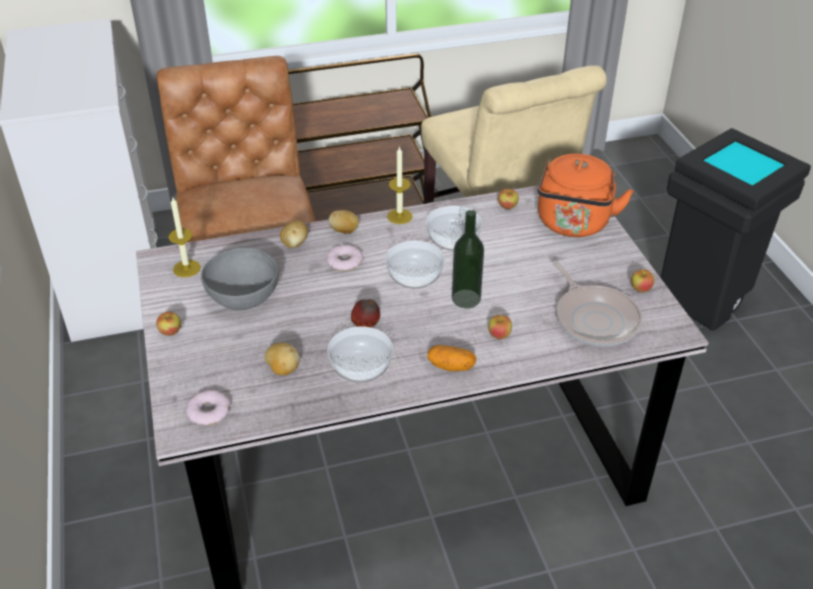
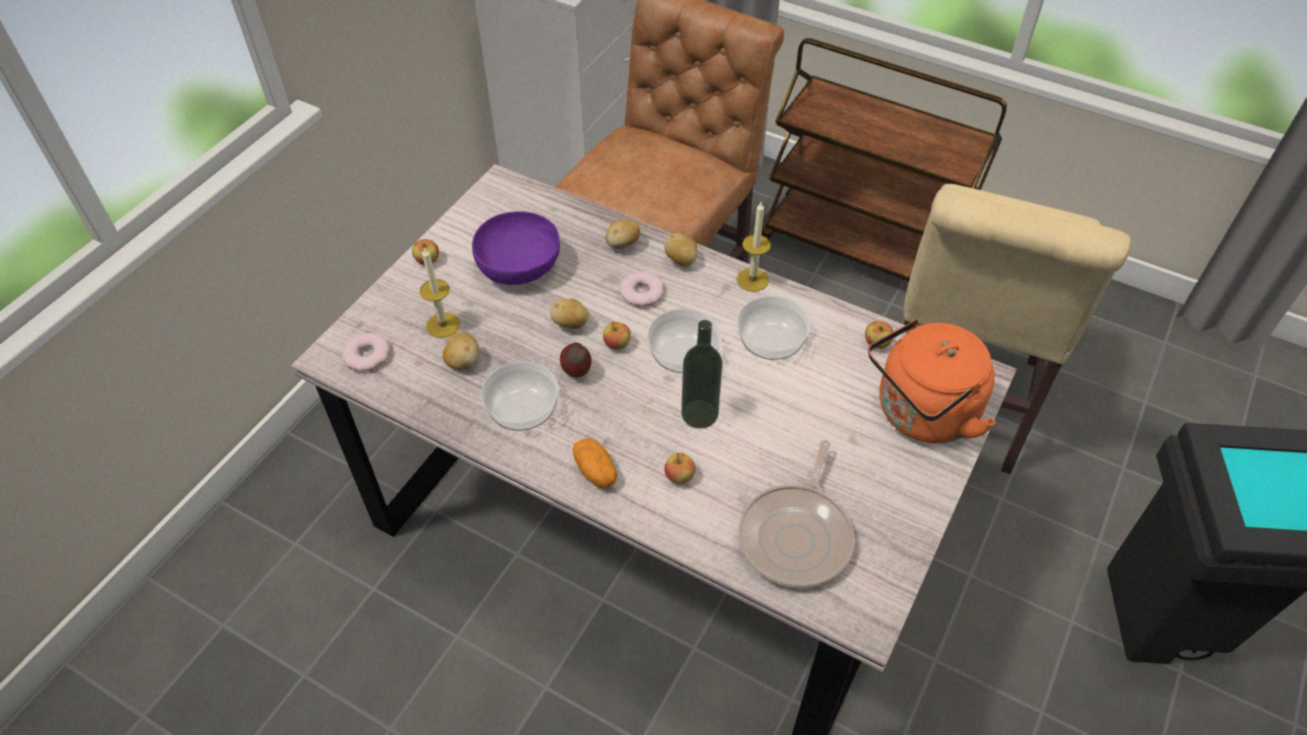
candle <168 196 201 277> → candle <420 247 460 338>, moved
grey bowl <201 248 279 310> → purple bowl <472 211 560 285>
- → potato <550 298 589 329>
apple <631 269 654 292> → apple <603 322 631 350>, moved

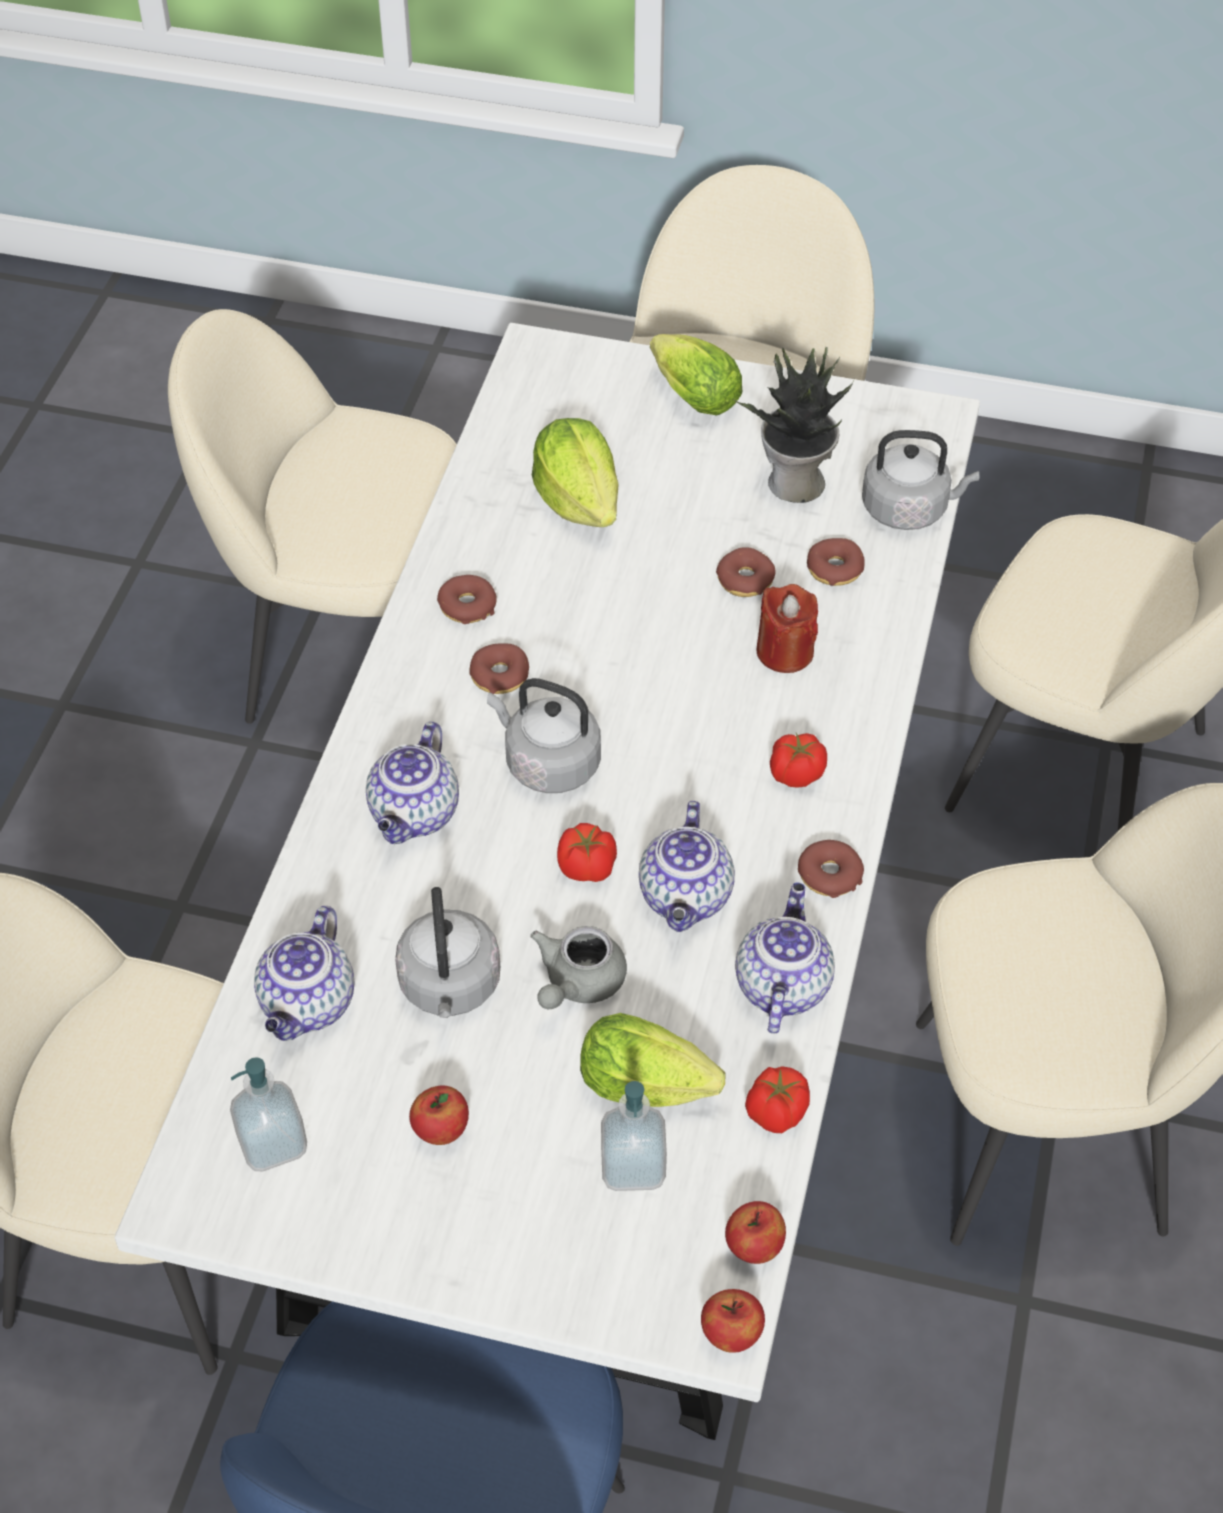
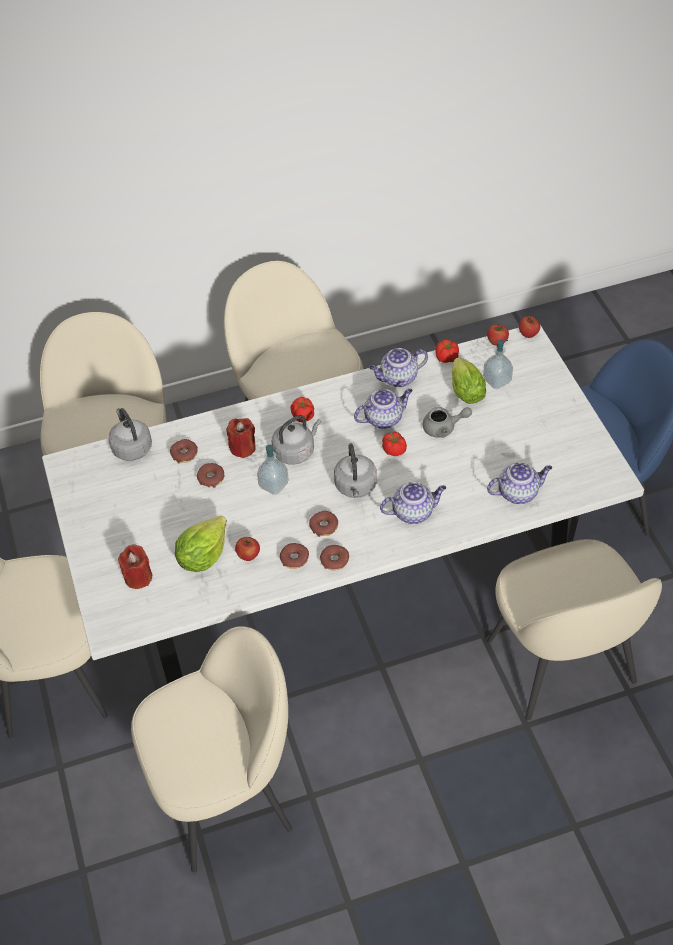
- → red candle <118 545 152 589>
beige chair <168 309 457 724> → beige chair <131 626 292 873>, 90 degrees counterclockwise
apple <409 1086 469 1145> → apple <235 537 260 561>, moved
soap dispenser <230 1057 307 1171> → soap dispenser <257 445 289 495>, moved
grey kettle <395 887 500 1018> → grey kettle <271 415 321 465>, moved
donut <798 840 864 898> → donut <320 545 349 571>, moved
lettuce <650 334 743 415> → -
potted plant <733 347 854 503> → -

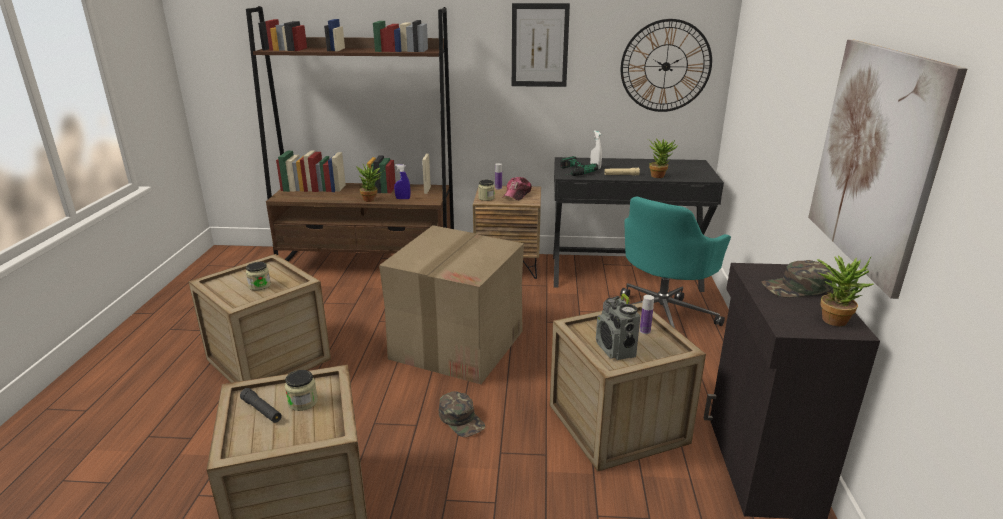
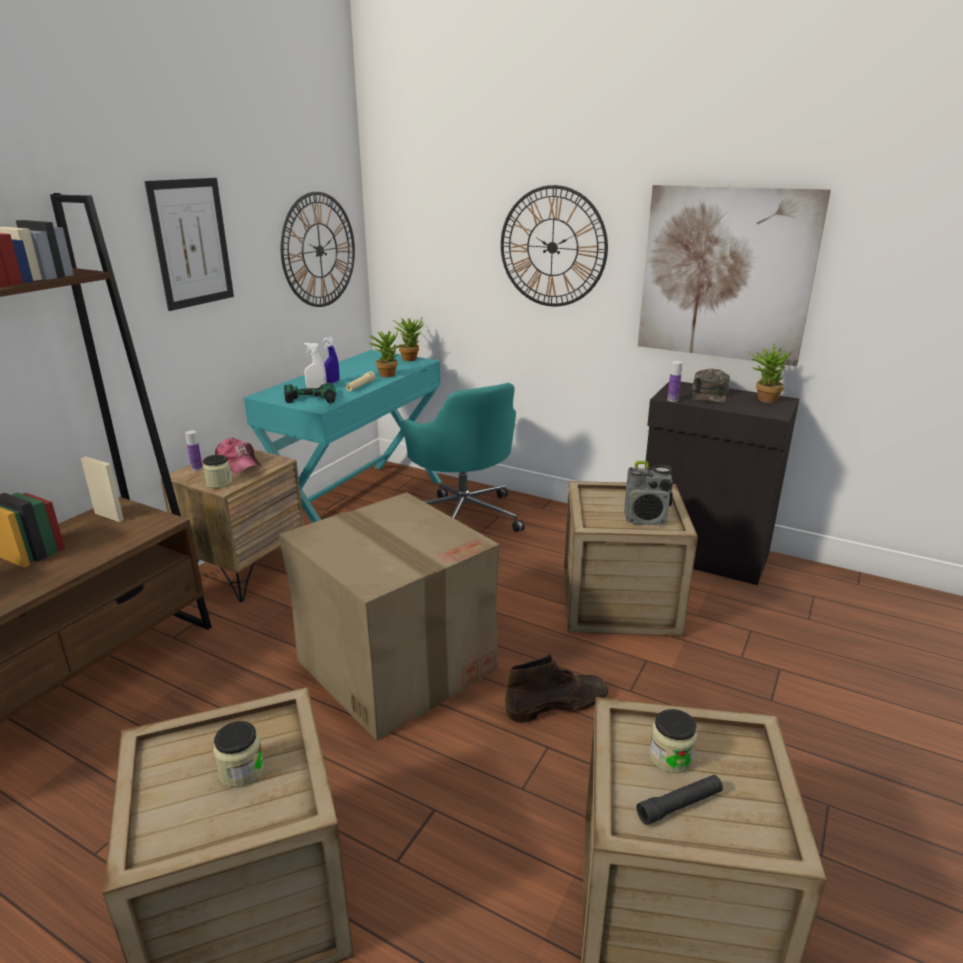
black desk <553 157 724 292> → turquoise desk <244 350 442 523>
blue spray bottle <394 164 410 199> → blue spray bottle <323 336 339 384>, moved
potted plant <356 164 385 202> → potted plant <393 317 424 361>, moved
- → wall clock <501 185 608 307>
green cap <439 391 485 437> → brown boot <505 653 608 723>
bottle <640 295 654 334> → bottle <667 361 682 402>, moved

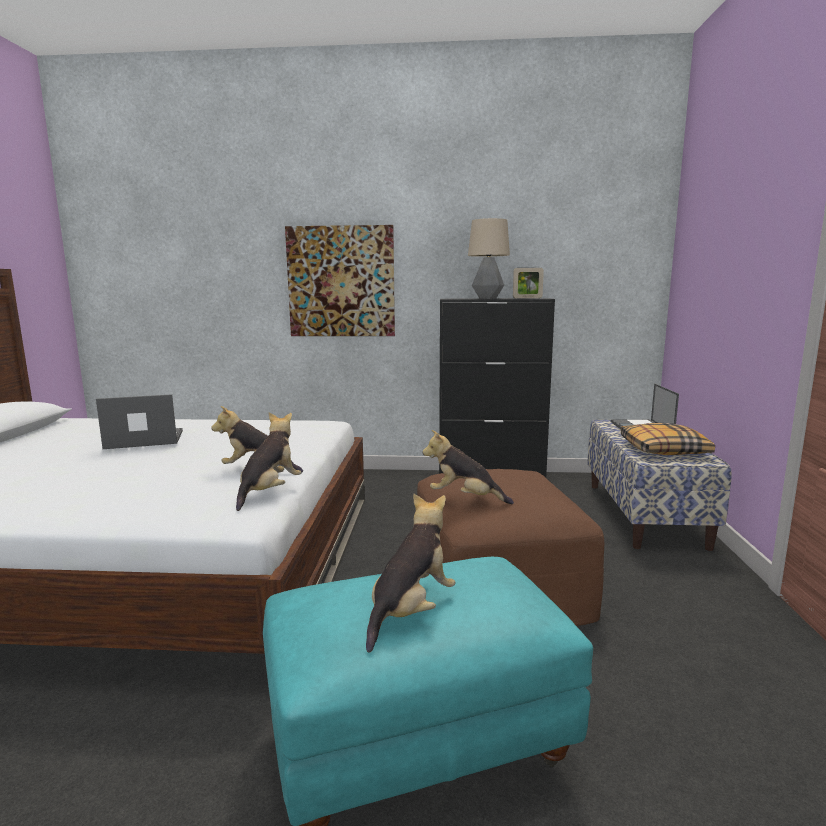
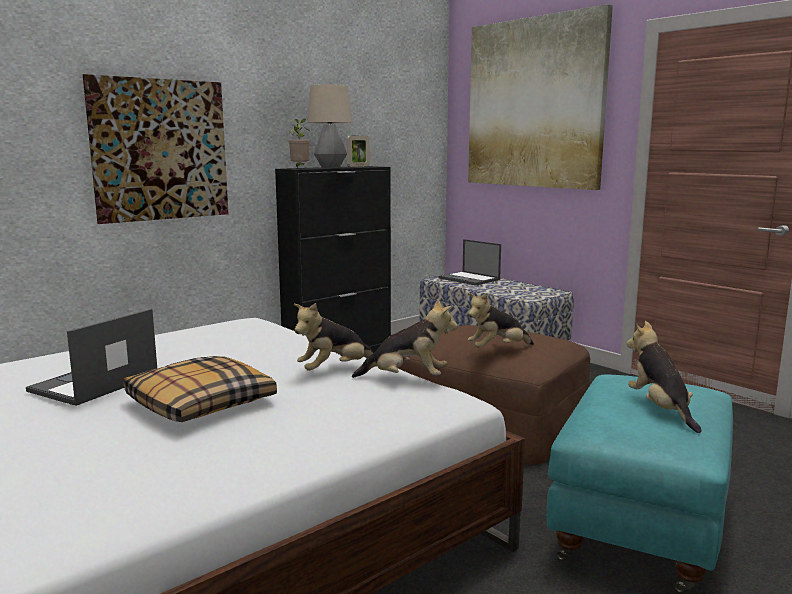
pillow <621 423 715 455> → pillow <123 356 277 422>, moved
- → potted plant <289 119 310 168>
plush toy <236 412 301 511> → plush toy <352 299 458 378>, 120 degrees clockwise
- → picture <468 4 613 190>

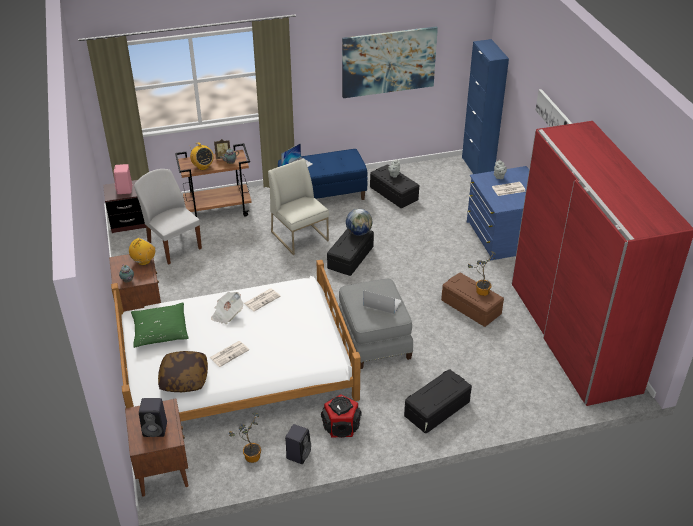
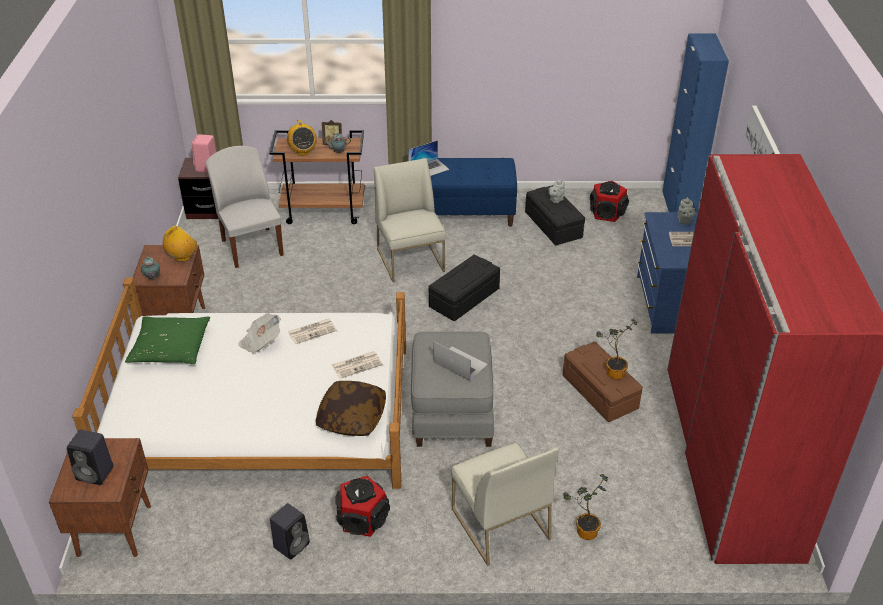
pillow <158 351 208 392> → pillow <316 381 386 436>, moved
newspaper <209 341 249 367> → newspaper <332 351 383 379>, moved
black storage box <404 369 472 433> → white chair <451 442 559 566>
potted plant <229 412 261 463> → potted plant <563 474 608 540>, moved
- → speaker <590 181 629 222>
picture <342 26 438 98> → -
globe <346 209 372 236> → -

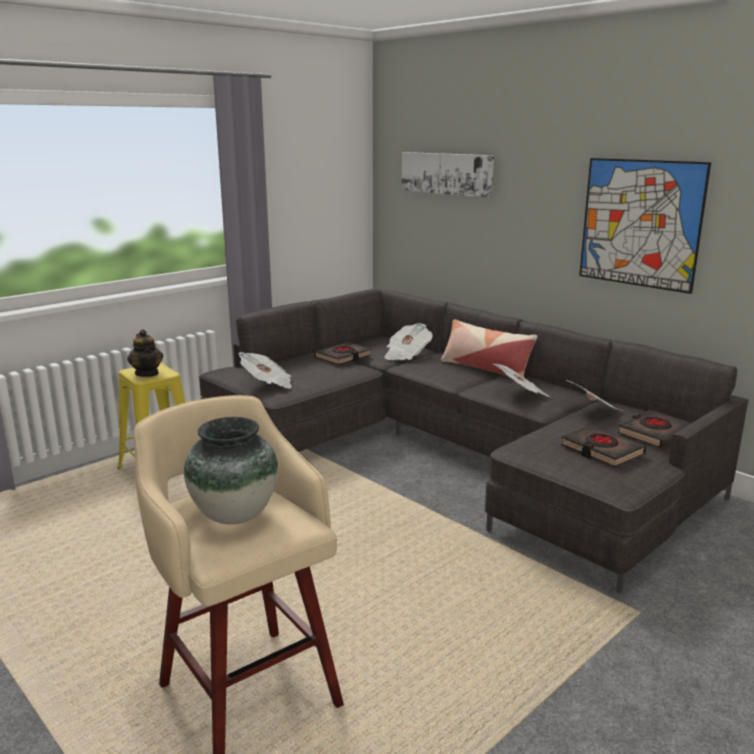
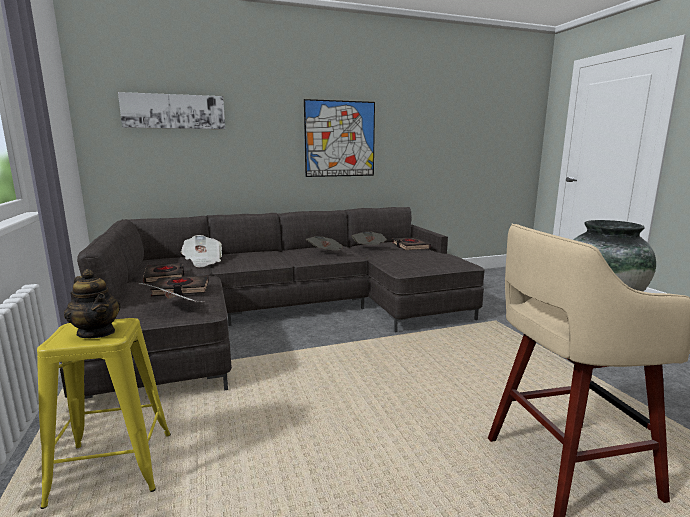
teapot <127 329 163 377> → teapot <64 269 121 338>, 45 degrees clockwise
black book <561 425 646 467> → black book <150 275 209 296>, moved
pillow <441 319 537 377> → -

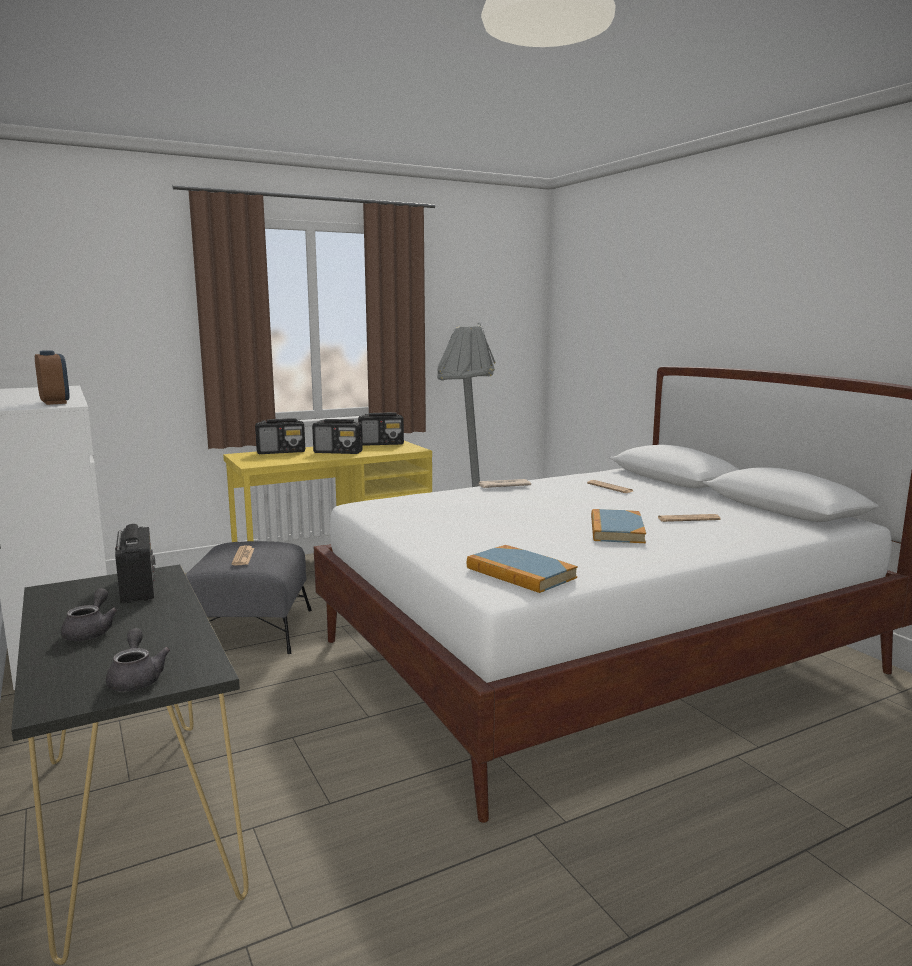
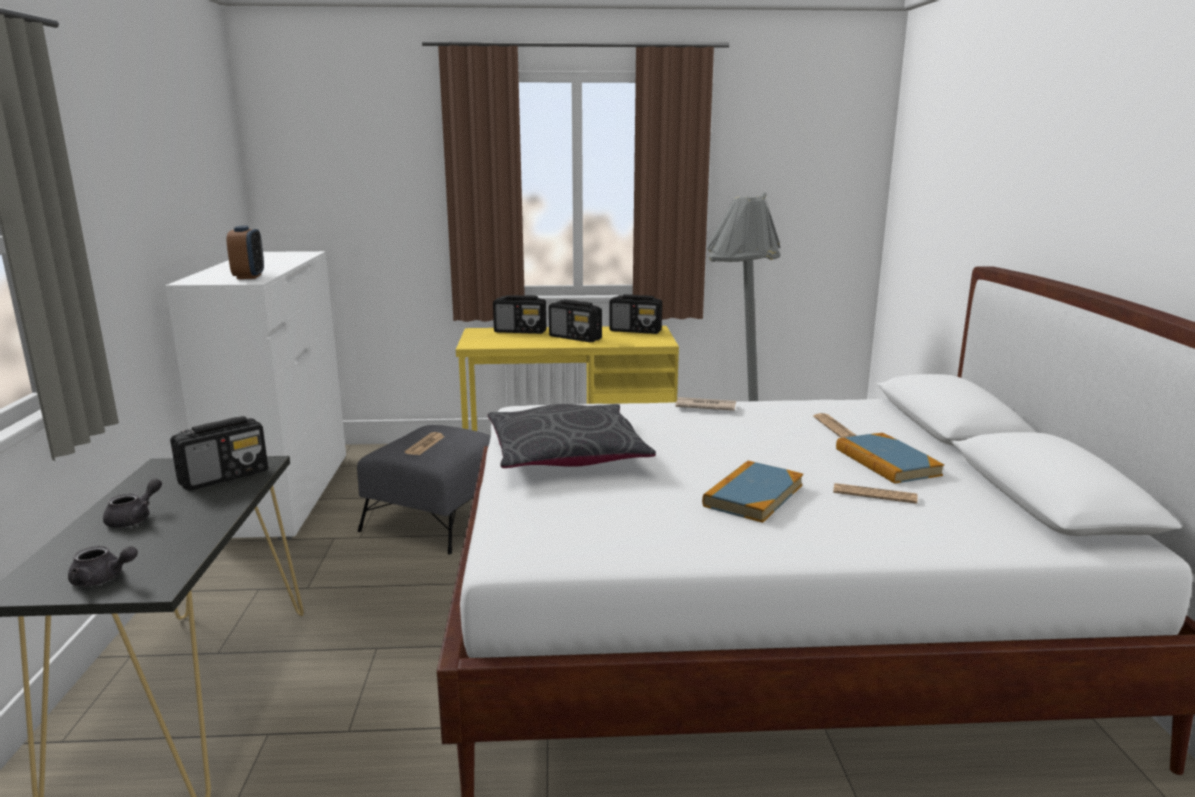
grey teapot <106 628 171 692> → grey teapot <68 546 138 586>, 90 degrees clockwise
radio <115 524 155 603> → radio <170 416 268 491>, 45 degrees clockwise
- → grey pillow <488 404 656 468>
book <467 545 578 593> → book <836 433 944 484>, moved

